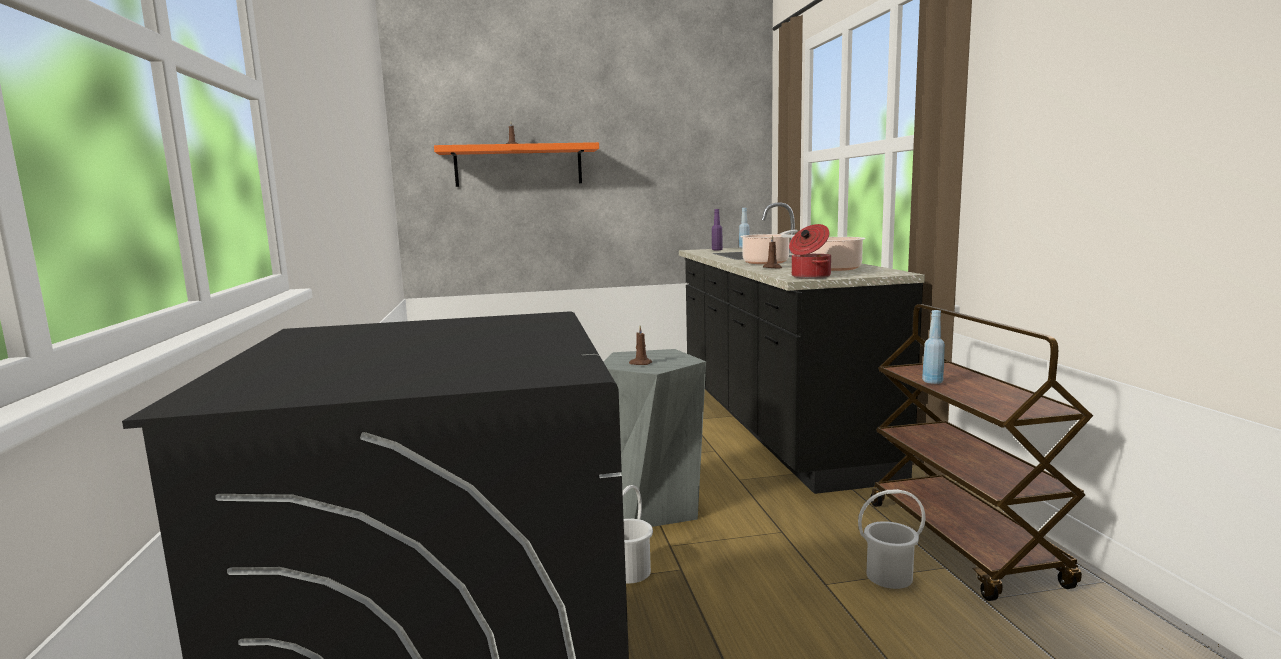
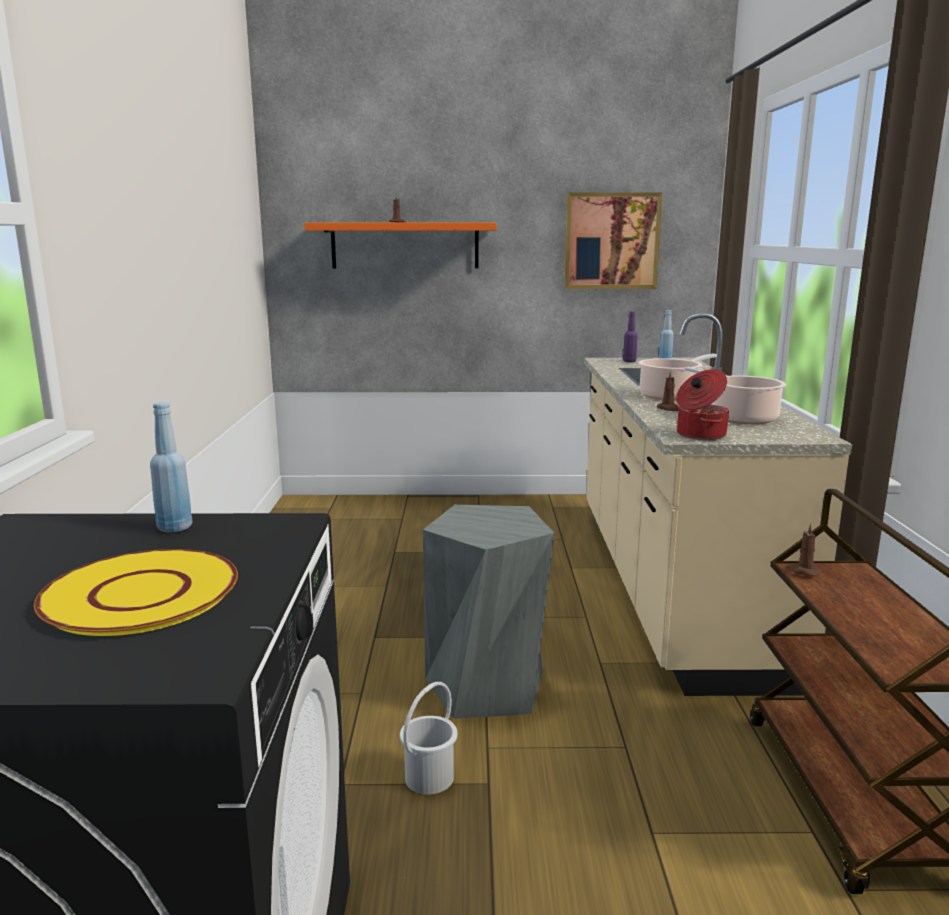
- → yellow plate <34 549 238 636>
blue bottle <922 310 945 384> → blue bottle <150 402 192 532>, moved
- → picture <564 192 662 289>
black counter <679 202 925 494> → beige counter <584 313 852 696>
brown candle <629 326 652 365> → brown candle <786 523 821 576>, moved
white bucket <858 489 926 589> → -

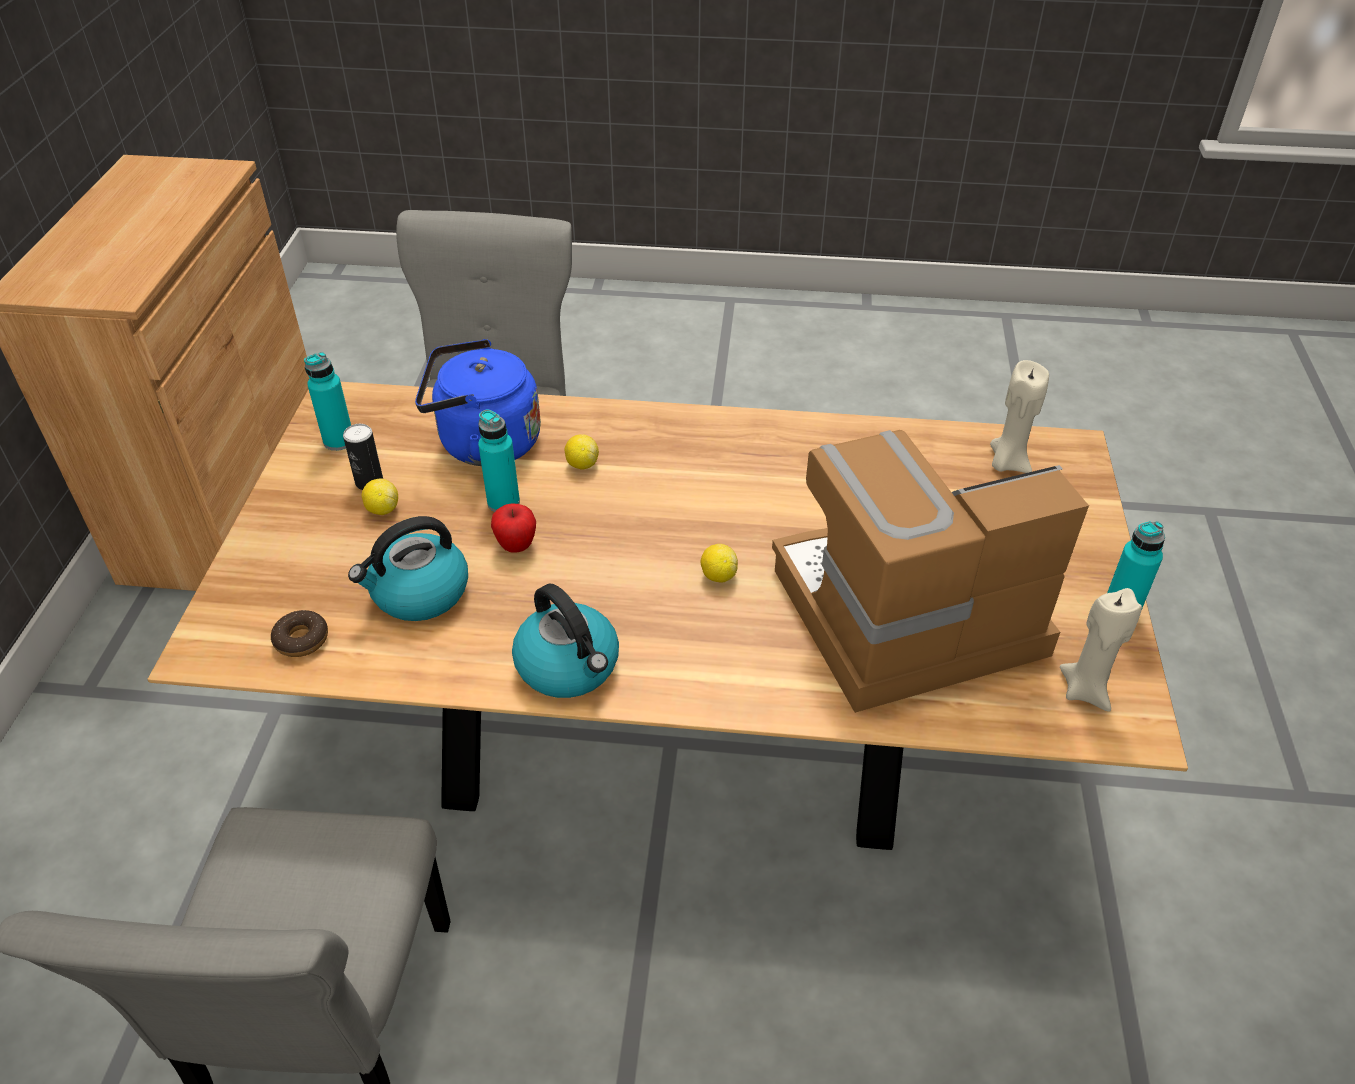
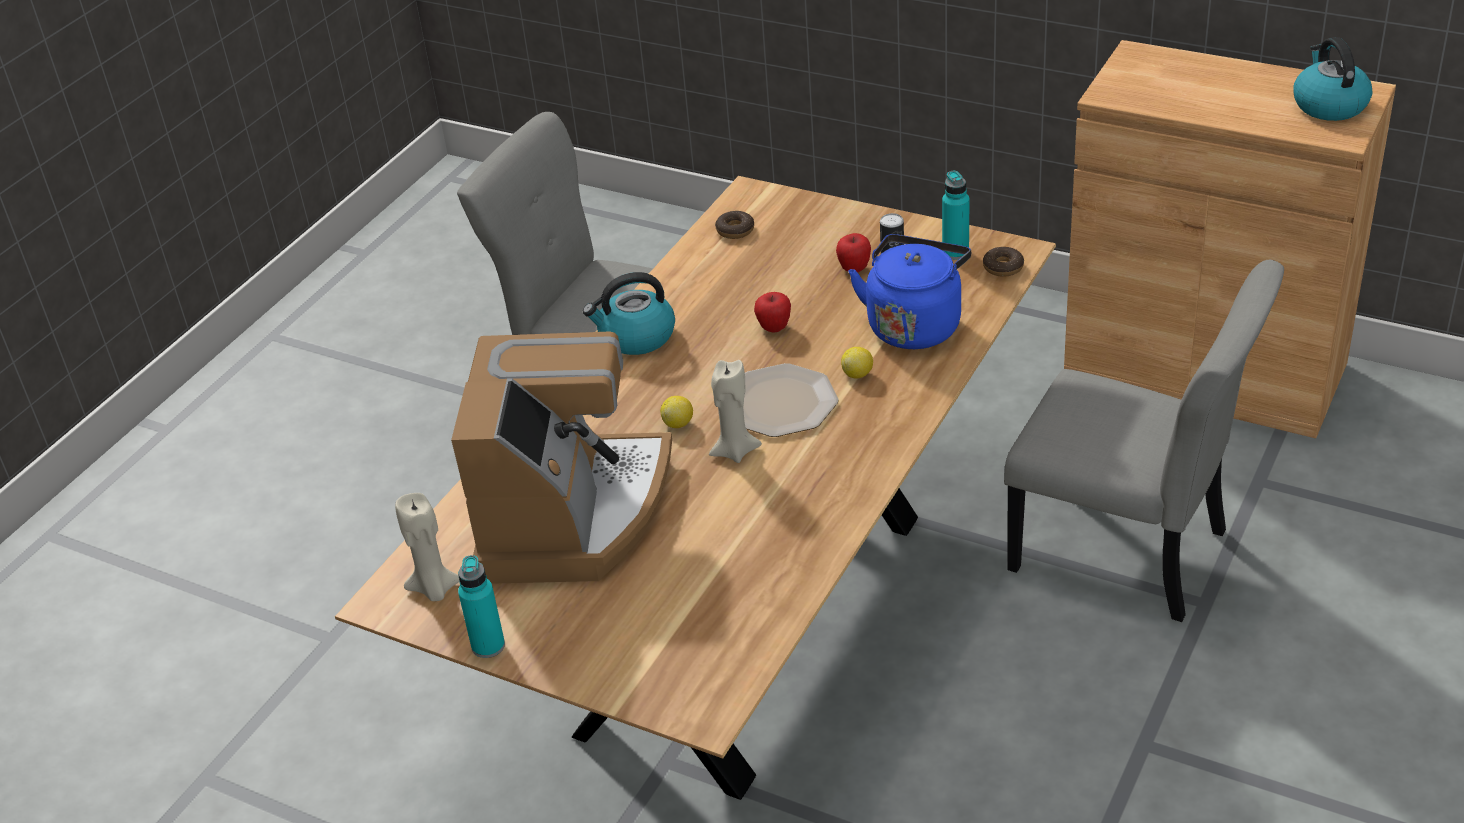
beige candle <990 360 1049 473> → beige candle <709 360 762 463>, moved
- → plate <743 363 838 437>
lemon <361 479 398 515> → apple <836 233 871 272>
- → donut <983 247 1024 277>
kettle <348 516 468 621> → kettle <1293 37 1372 121>, moved
turquoise bottle <478 409 520 512> → -

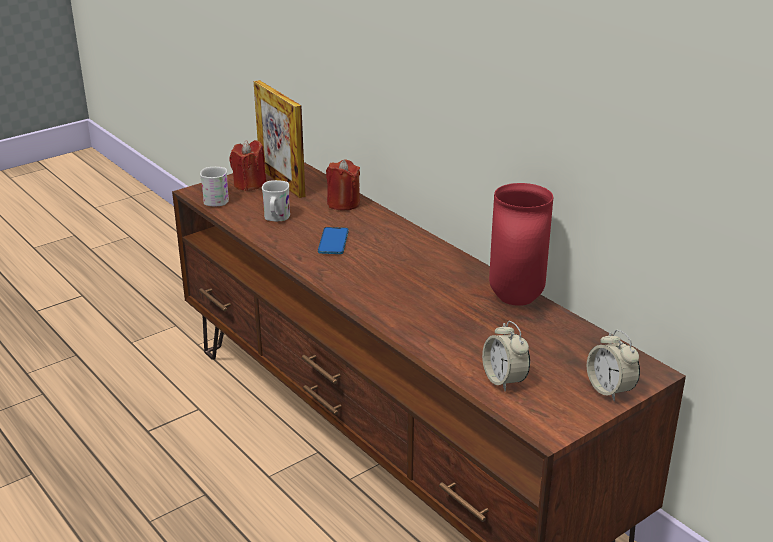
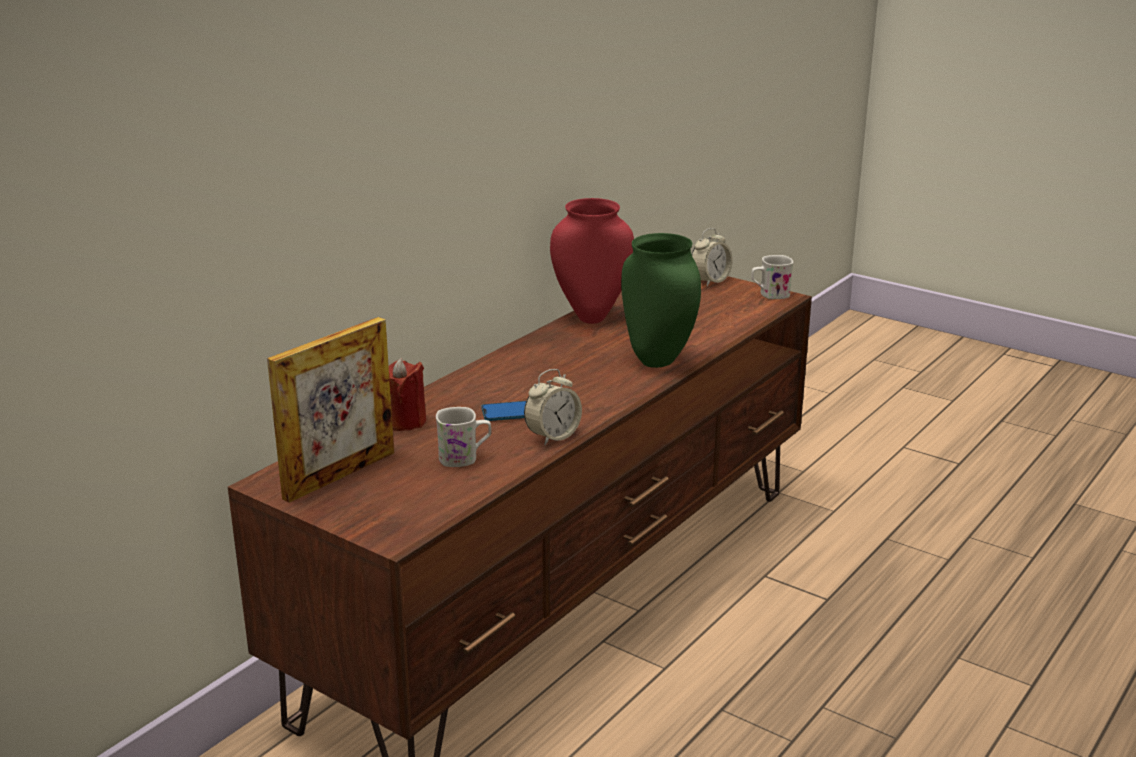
alarm clock <482 321 530 392> → alarm clock <524 369 582 445>, moved
- → green vase <621 233 701 368>
white mug <200 167 229 206> → white mug <751 255 793 299>, moved
red candle <229 140 266 191> → -

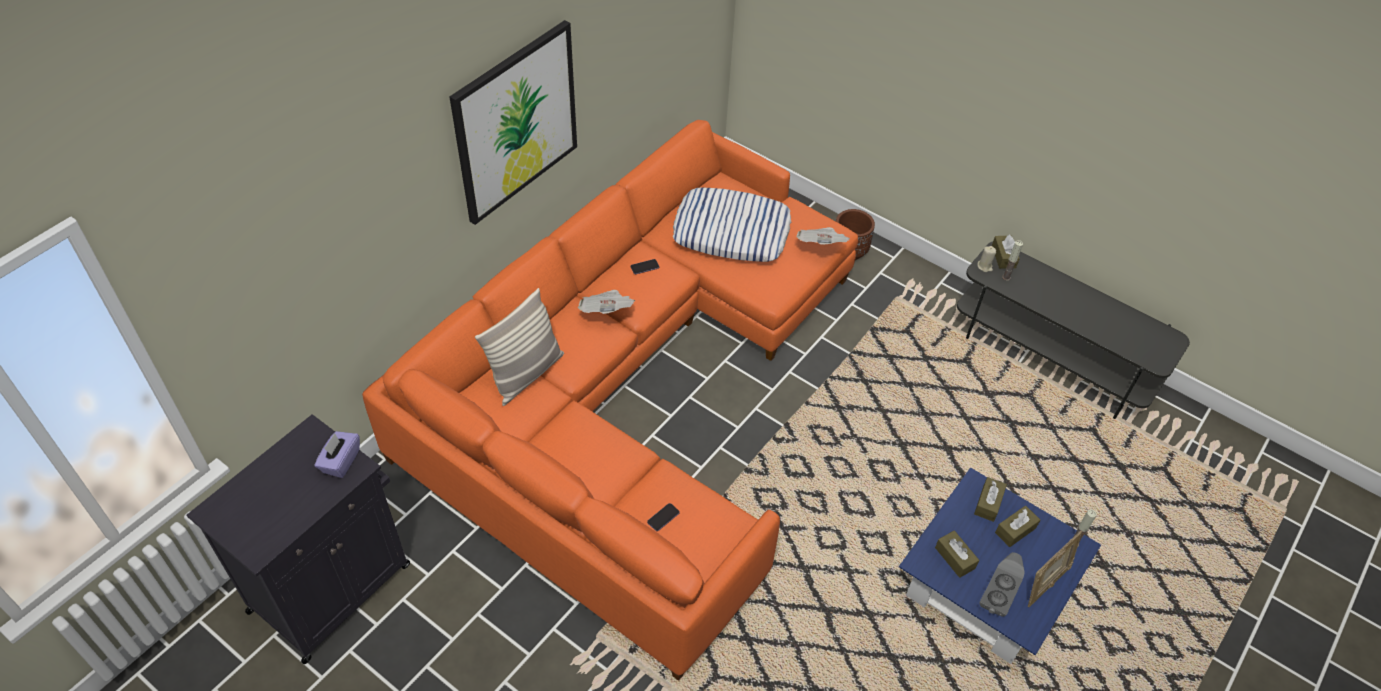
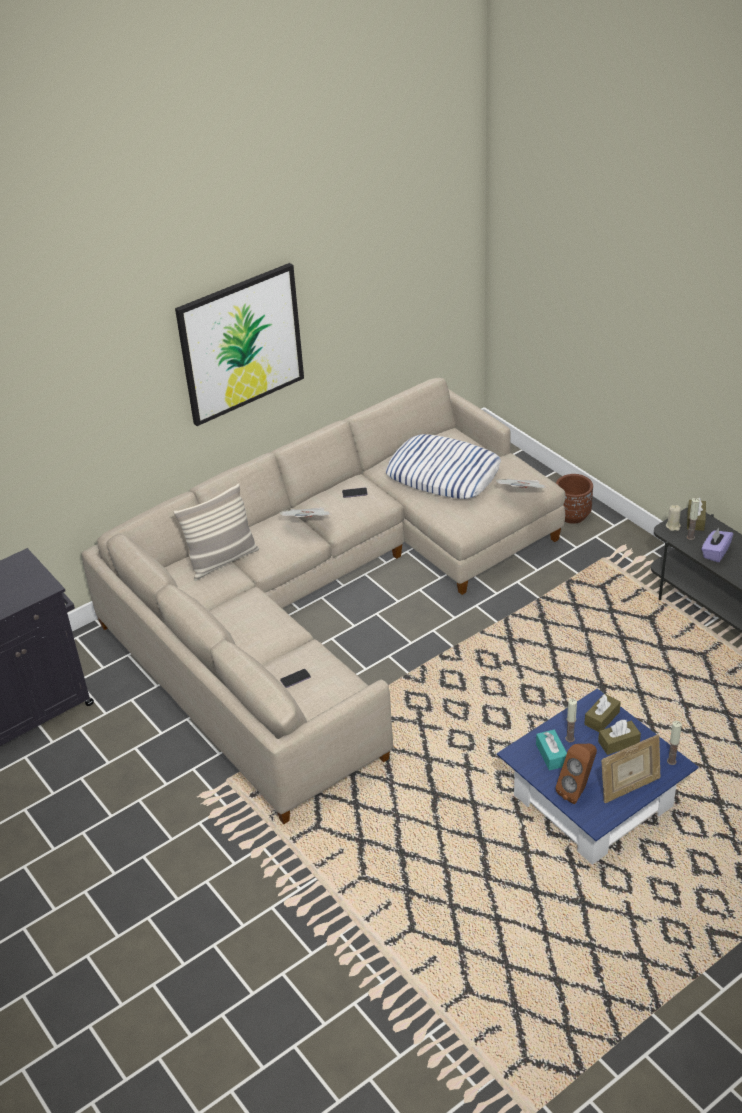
orange sofa <362 120 858 681> → beige sofa <81 378 565 824>
brown tissue box <935 531 979 578> → turquoise tissue box <536 729 567 771>
grey speaker <979 552 1024 616> → brown speaker <555 744 597 804>
- → candle <565 699 577 742>
purple tissue box <314 431 360 478> → purple tissue box <701 527 733 562>, moved

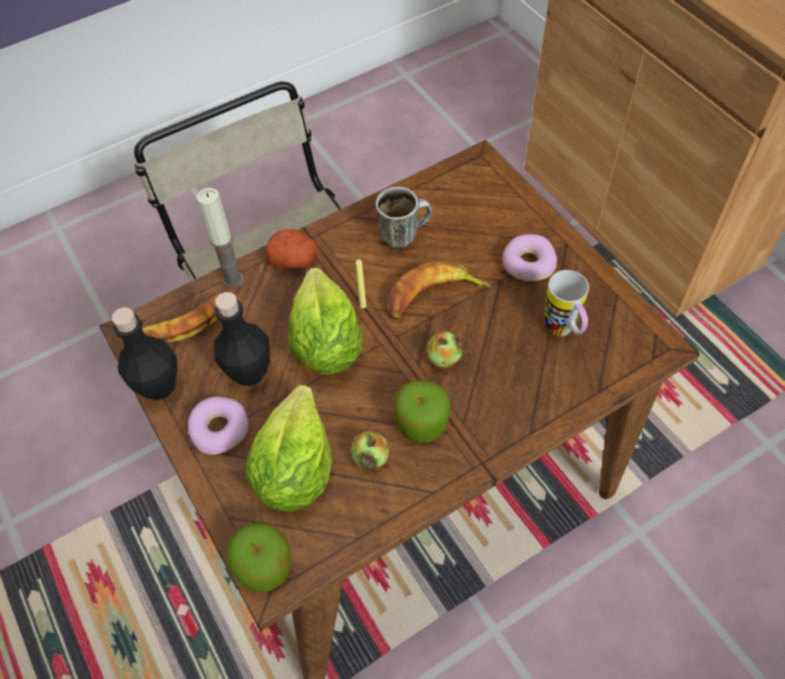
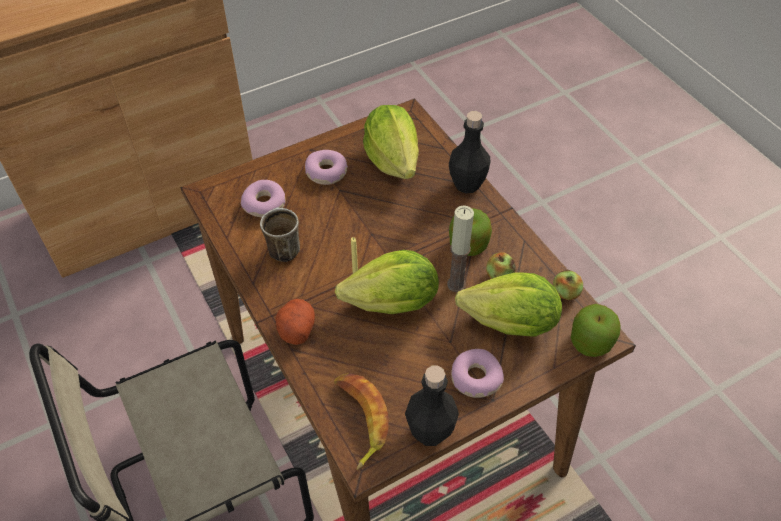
- → donut <241 180 286 218>
mug <545 270 589 336> → lettuce <363 105 419 179>
candle <197 188 244 289> → candle <447 205 474 292>, moved
black bottle <214 292 270 386> → black bottle <449 111 491 193>, moved
apple <427 331 463 368> → apple <553 270 583 300>, moved
banana <388 261 491 320> → -

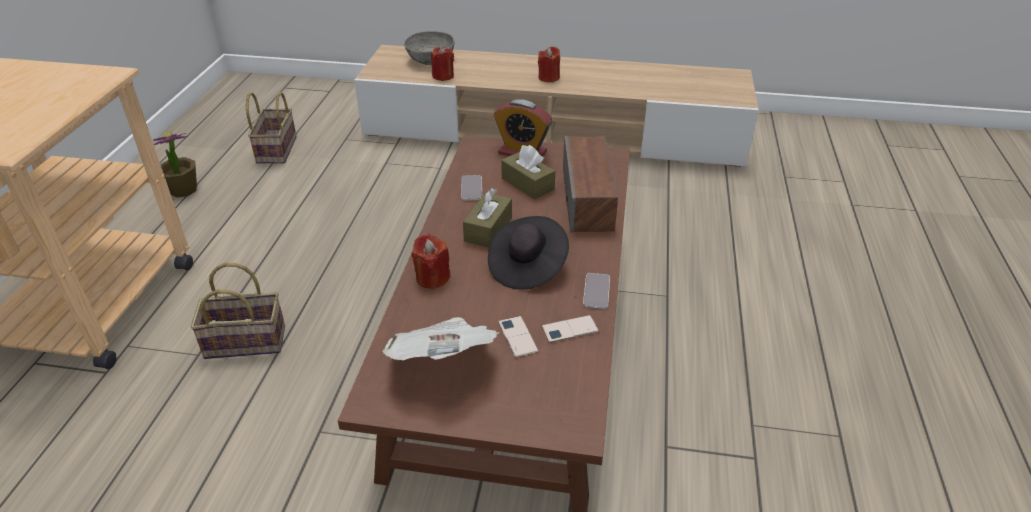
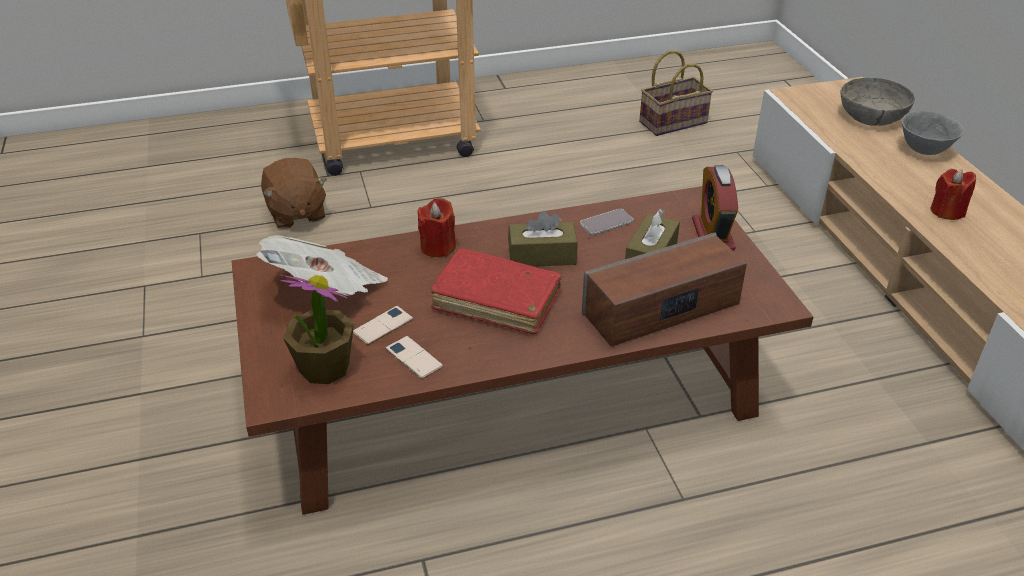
- → brown plush toy <261 158 327 229>
potted plant <154 132 197 198> → potted plant <280 275 354 384>, moved
black hat <488 216 569 290> → red book <431 249 562 334>
- → grey bowl <902 111 964 155>
basket <191 263 285 359> → -
red candle <431 46 454 81> → -
phone <583 273 610 309> → -

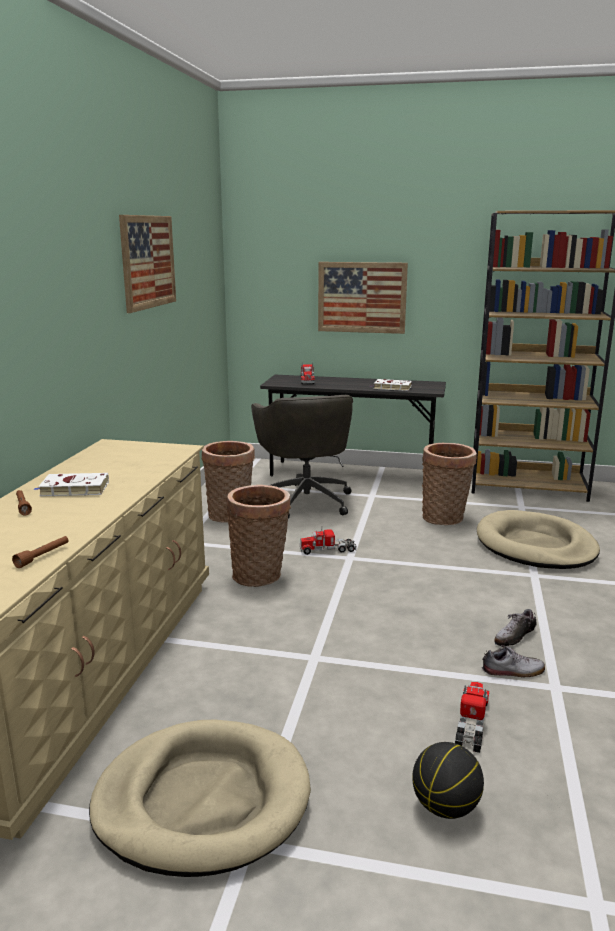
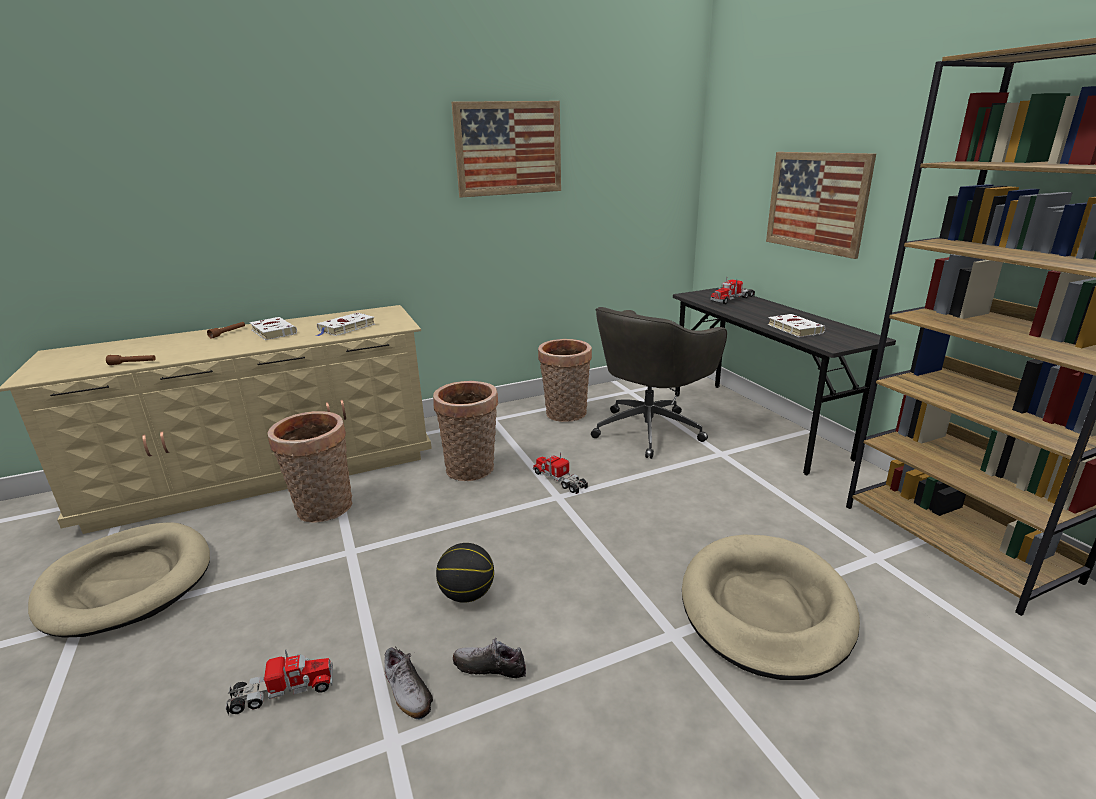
basket <422 443 477 525> → basket <268 411 353 523>, moved
- → white book <317 313 375 336>
basketball <412 742 484 819> → basketball <436 543 494 603>, moved

